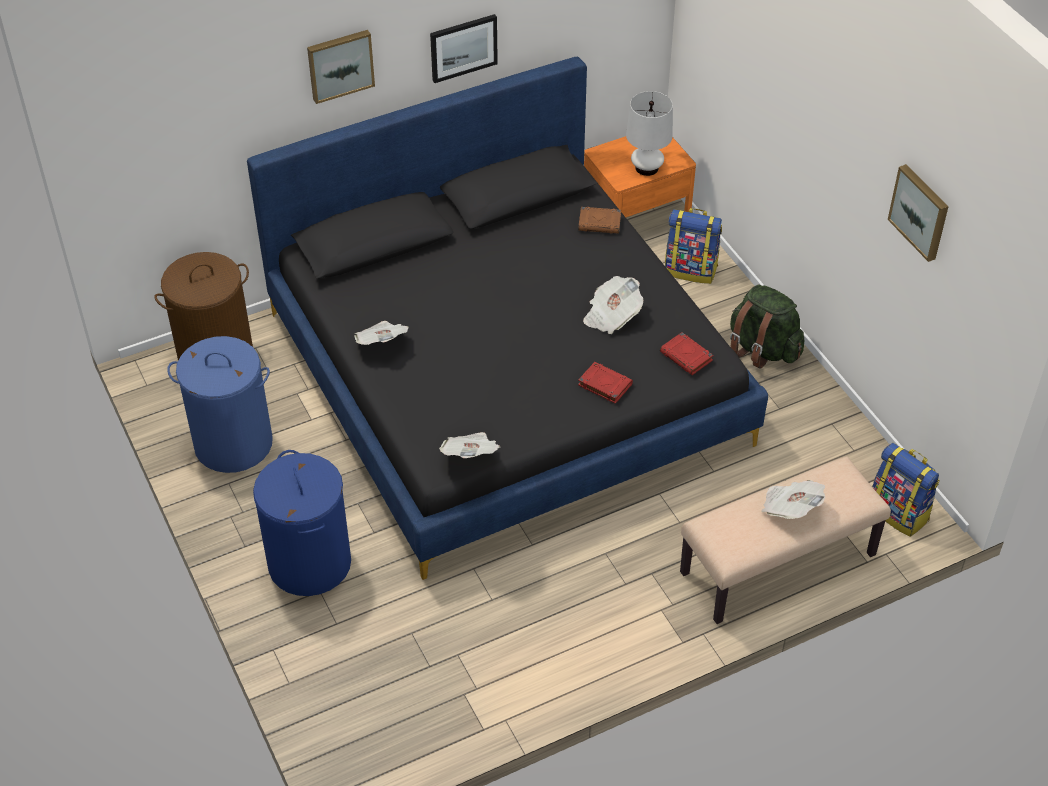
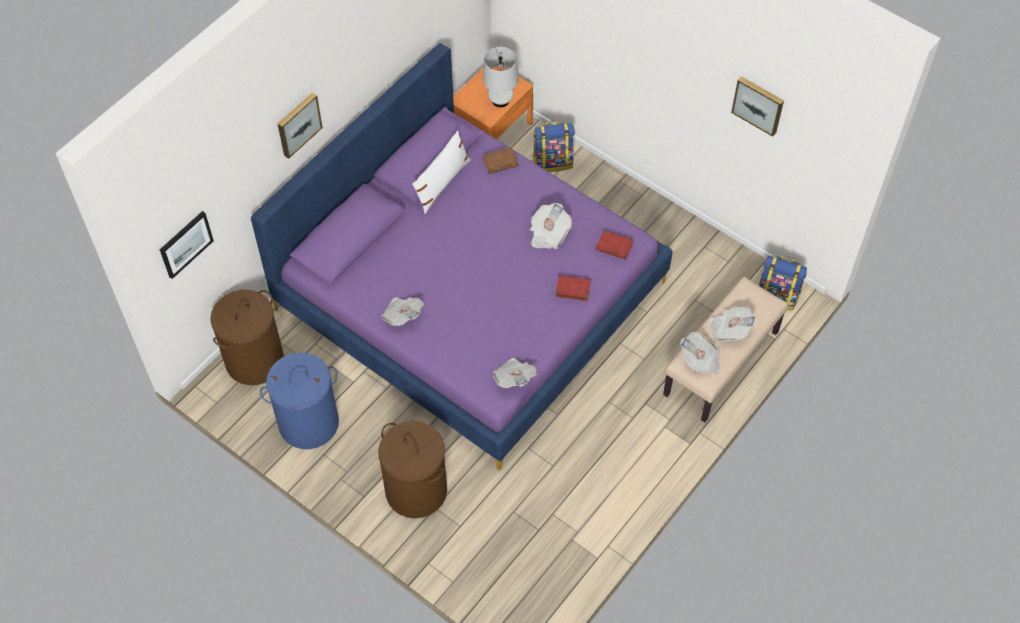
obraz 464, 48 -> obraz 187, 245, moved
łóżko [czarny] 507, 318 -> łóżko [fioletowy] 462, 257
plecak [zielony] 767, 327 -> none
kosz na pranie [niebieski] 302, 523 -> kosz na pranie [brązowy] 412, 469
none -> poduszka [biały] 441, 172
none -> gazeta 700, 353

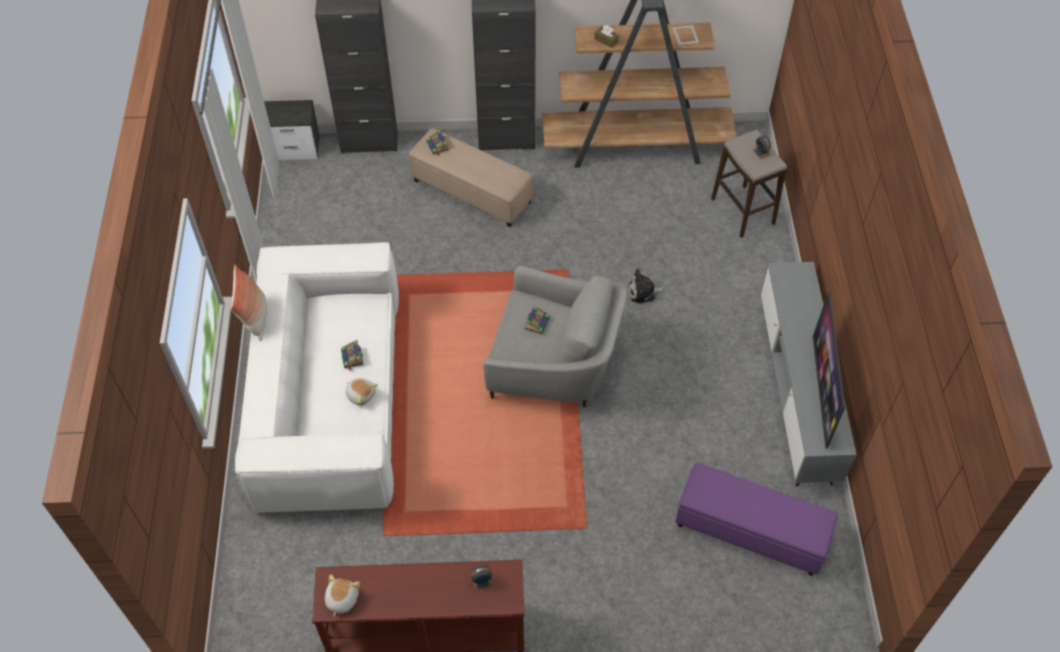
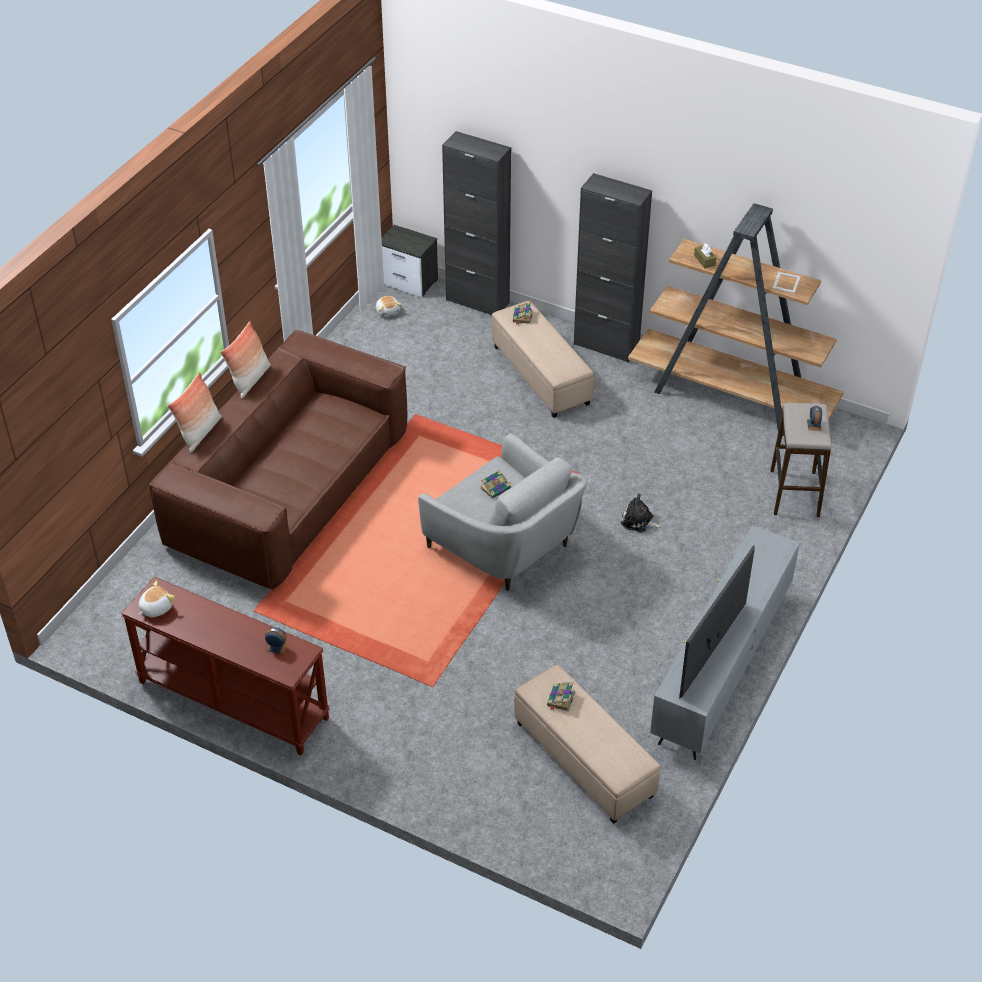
kanapa [biały] 317, 377 -> kanapa [brązowy] 278, 460
książka 352, 355 -> książka 561, 696, moved
pluszak 362, 392 -> pluszak 389, 306, moved
pufa [fioletowy] 757, 519 -> pufa [beżowy] 587, 744
none -> poduszka 195, 412

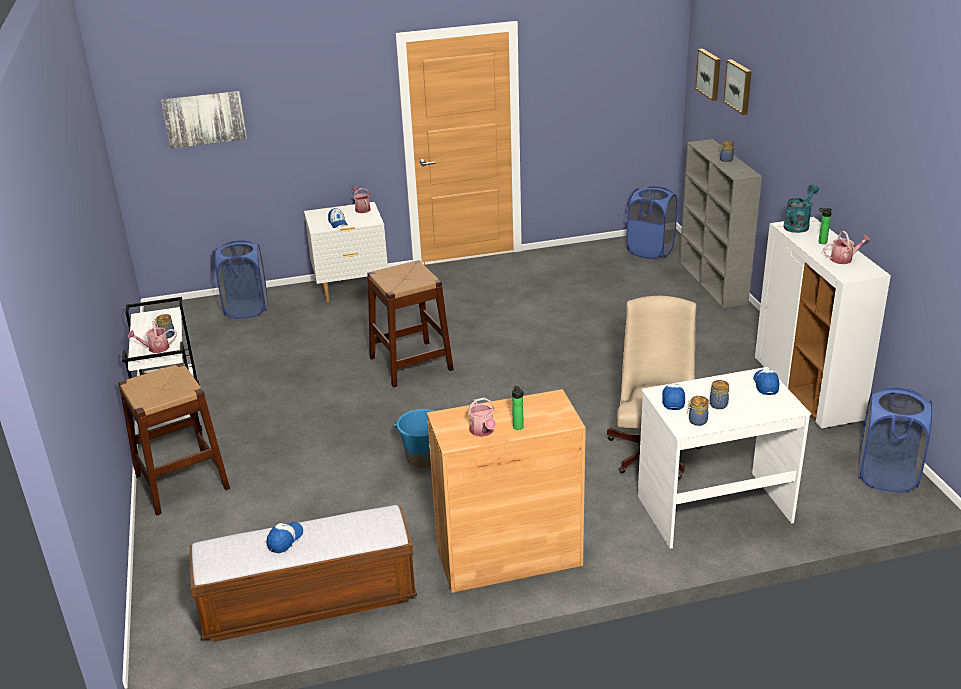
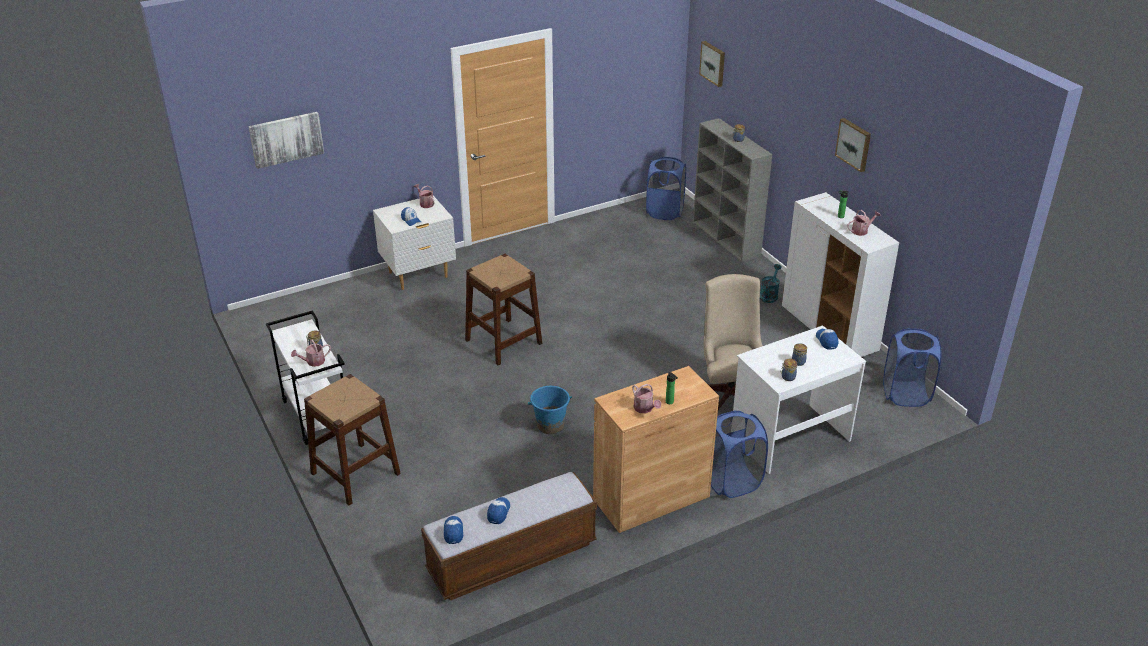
obraz 737, 87 -> obraz 853, 145, moved
konewka [turkusowy] 801, 208 -> konewka [turkusowy] 771, 283, moved
kosz na pranie [niebieski] 241, 279 -> kosz na pranie [niebieski] 739, 454, moved
czapka z daszkiem 673, 396 -> czapka z daszkiem 454, 530, moved

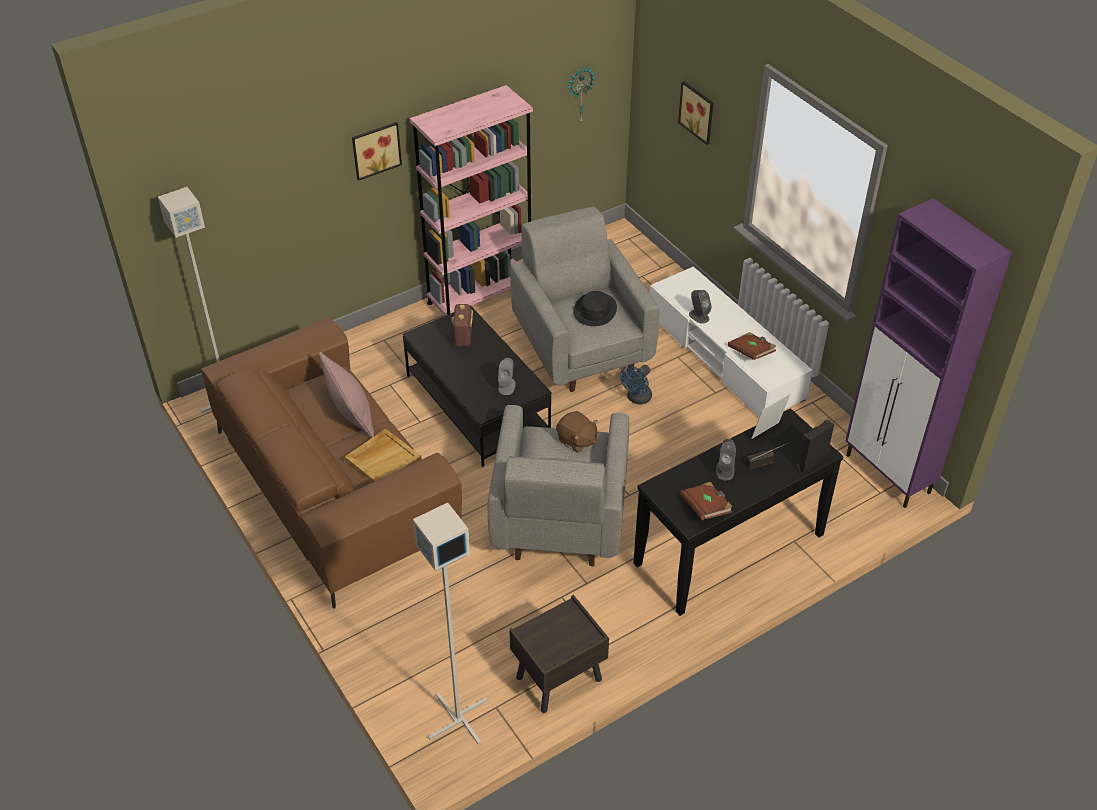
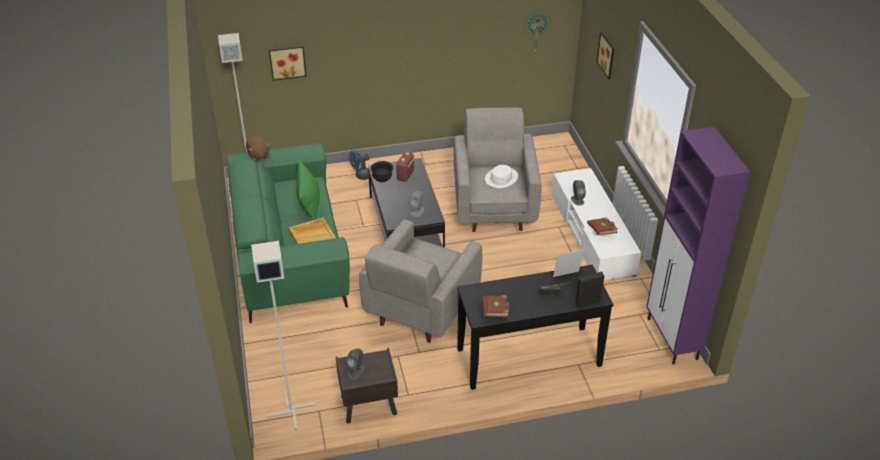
regał [różowy] 471, 200 -> none
obraz 377, 151 -> obraz 288, 63, moved
kapelusz [czarny] 595, 308 -> kapelusz [biały] 501, 176
kanapa [brązowy] 331, 463 -> kanapa [zielony] 289, 233
poduszka [różowy] 346, 395 -> poduszka [zielony] 308, 190
wentylator [niebieski] 636, 385 -> wentylator [niebieski] 359, 165, moved
pluszak [brązowy] 577, 432 -> pluszak [brązowy] 258, 149, moved
głośnik [szary] 726, 459 -> głośnik [szary] 355, 364, moved
none -> miska [czarny] 381, 171

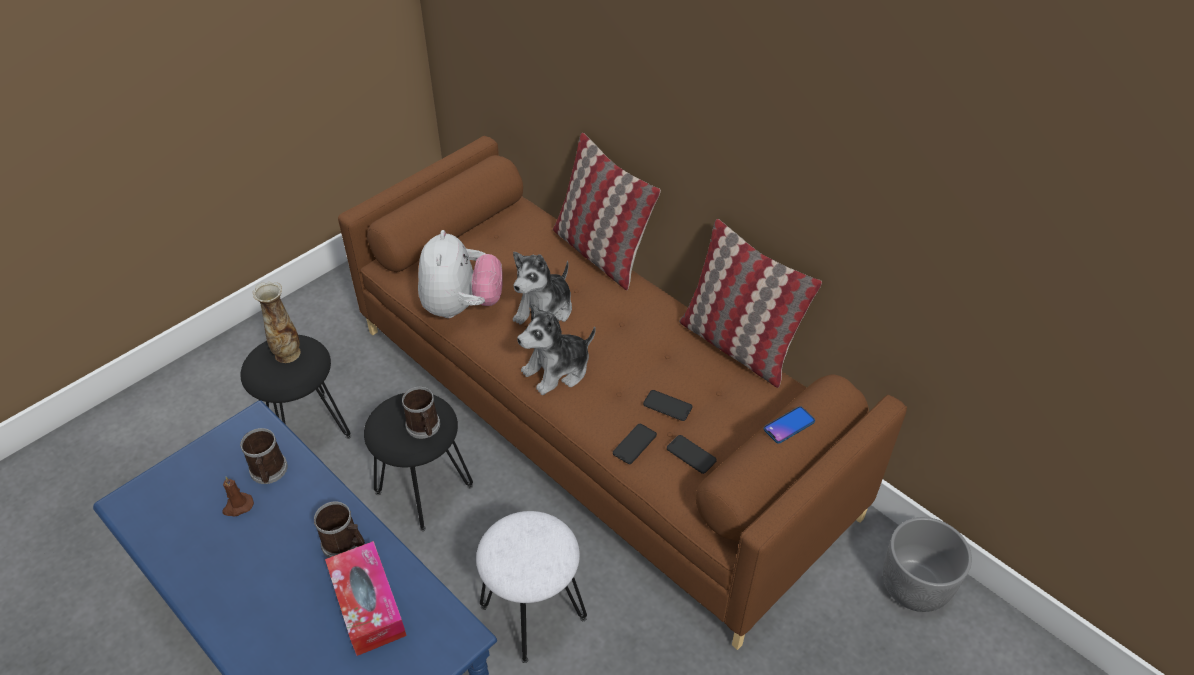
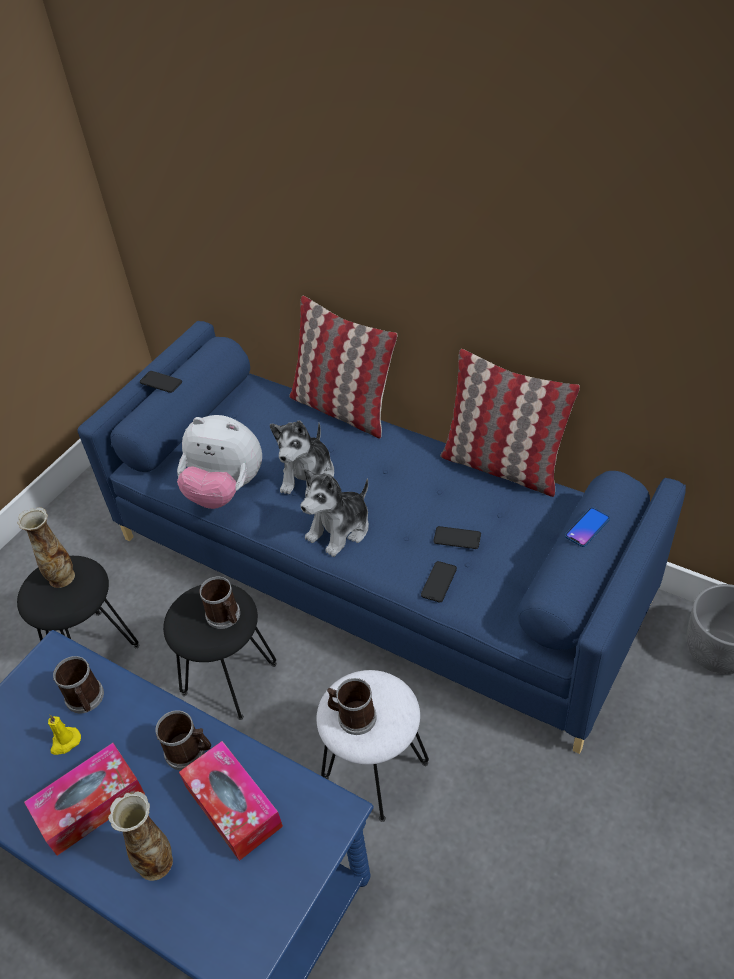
kanapa [brązowy] 622, 393 -> kanapa [niebieski] 382, 537
pluszak 460, 274 -> pluszak 219, 462, 120 degrees clockwise
telefon 692, 454 -> telefon 161, 382, moved
świeca [brązowy] 238, 496 -> świeca [żółty] 64, 735
none -> kubek 352, 706
none -> pudełko chusteczek 84, 799
none -> wazon 140, 836

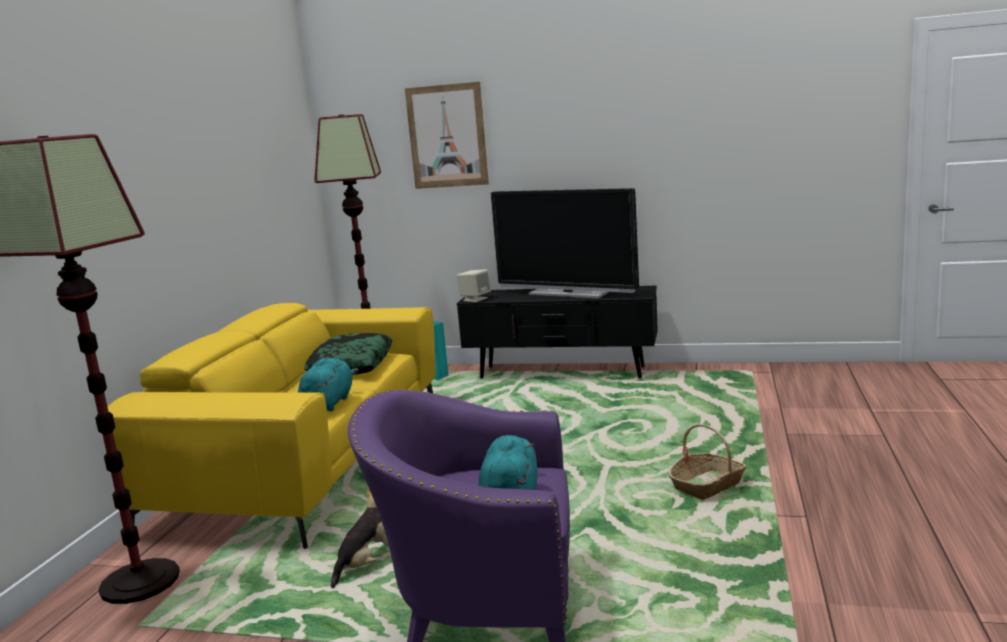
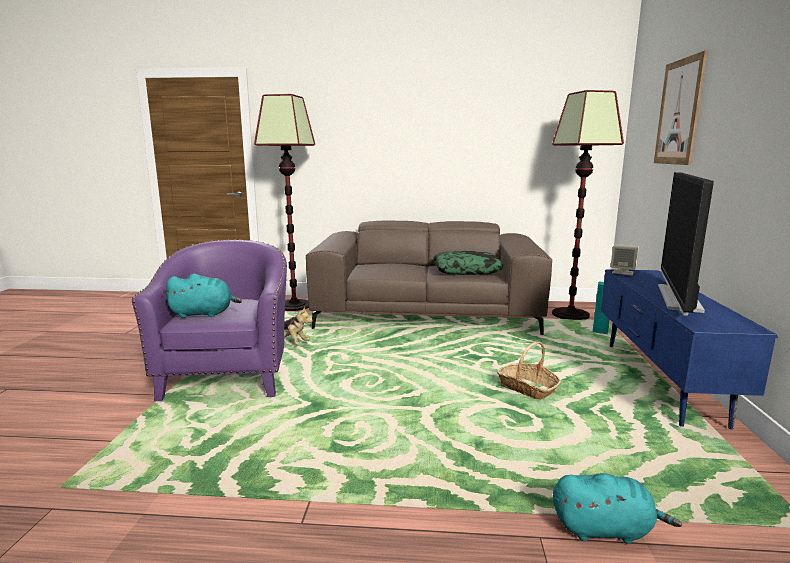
szafka pod telewizor [czarny] 557, 332 -> szafka pod telewizor [niebieski] 689, 349
kanapa [żółty] 271, 426 -> kanapa [brązowy] 429, 278
pluszak [turkusowy] 328, 384 -> pluszak [turkusowy] 617, 508, moved
koszyk 707, 461 -> koszyk 529, 370, moved

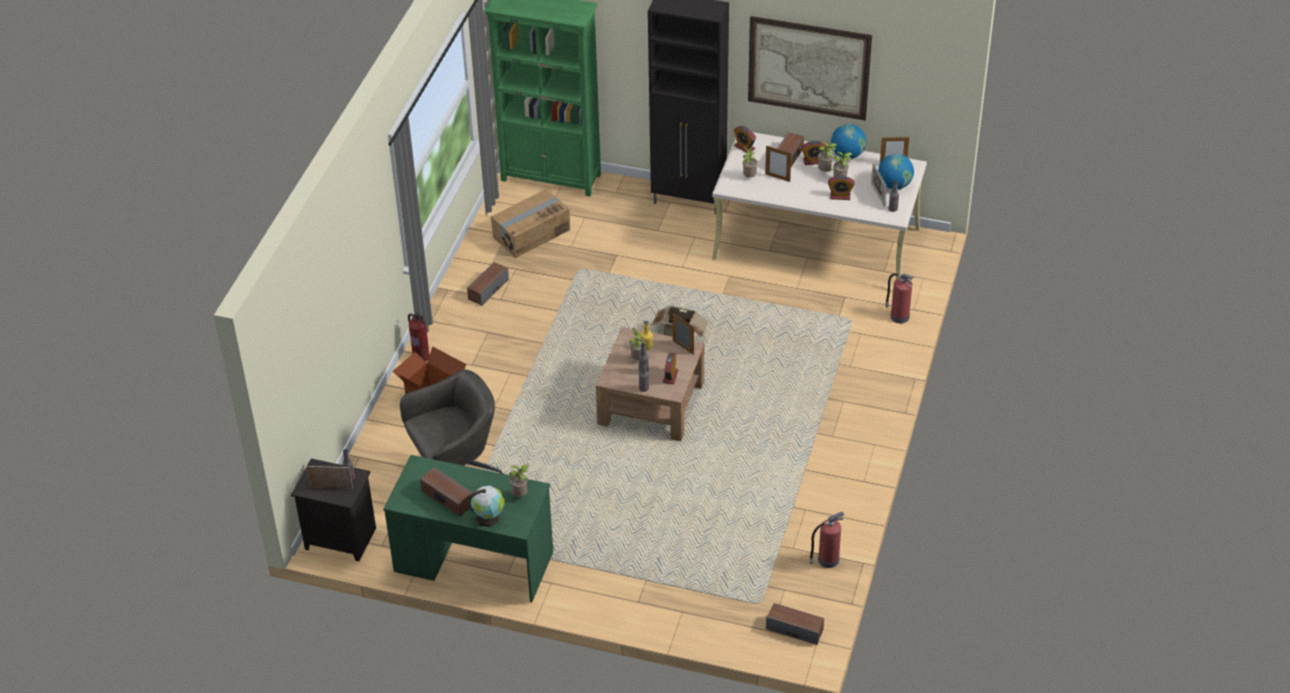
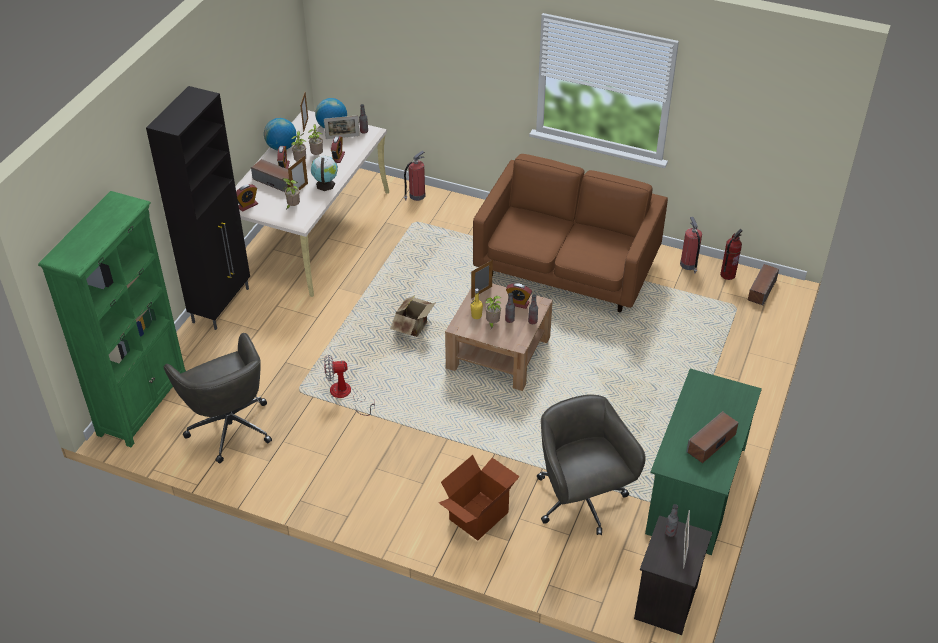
obraz 810, 68 -> none
karton 530, 223 -> krzesło biurowe [szary] 217, 398
głośnik 488, 284 -> none
gaśnica 418, 337 -> gaśnica 731, 254, moved
roślina doniczkowa 519, 480 -> none
globus 486, 506 -> globus 324, 173, moved
none -> kanapa [brązowy] 570, 233
none -> wentylator 349, 385

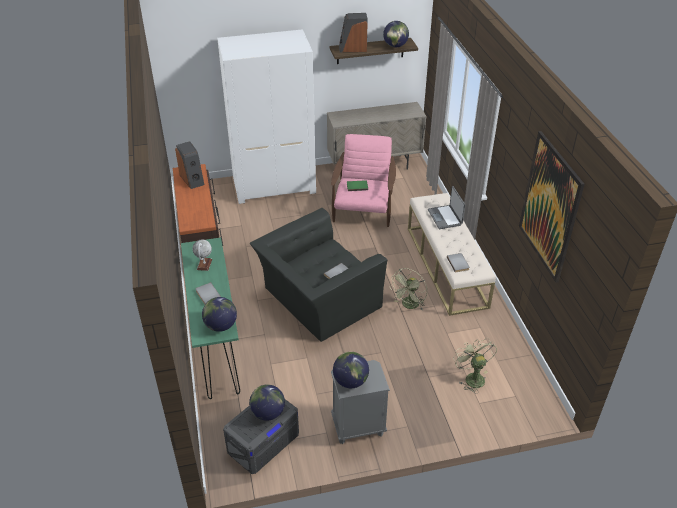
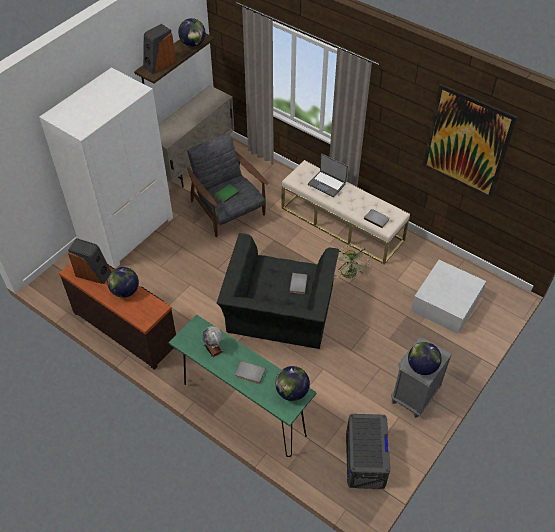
fotel [różowy] 363, 180 -> fotel [szary] 228, 185
wentylator [zielony] 475, 366 -> pojemnik do przechowywania [biały] 448, 297
globus 267, 402 -> globus 123, 282, moved

